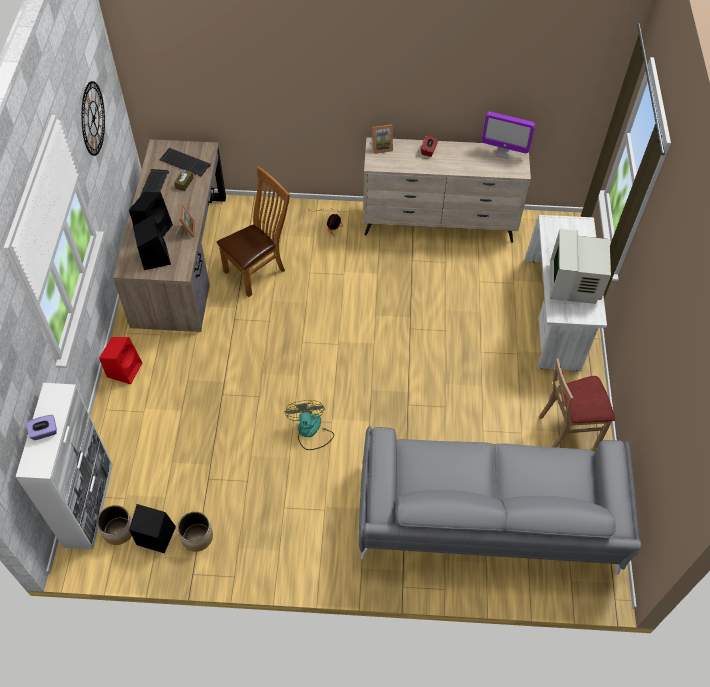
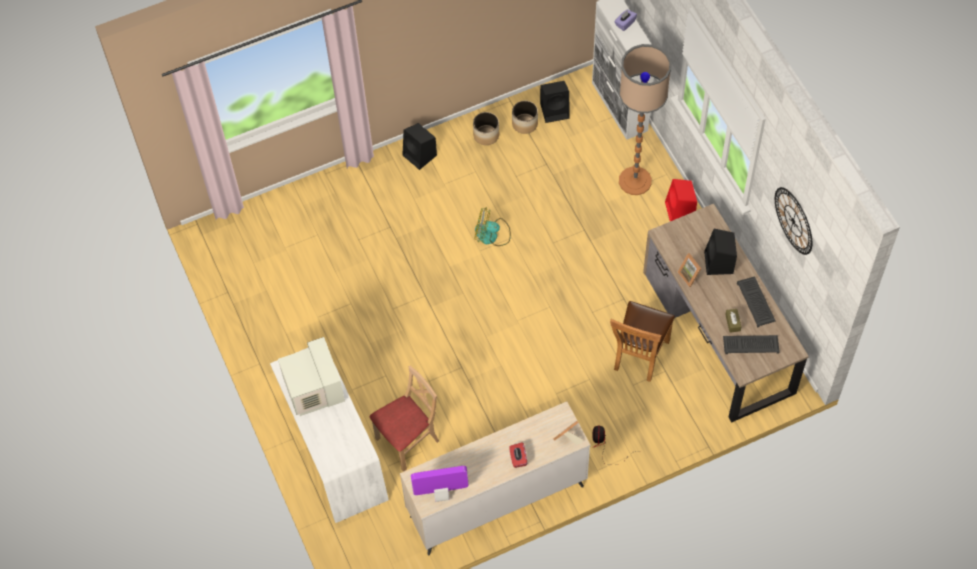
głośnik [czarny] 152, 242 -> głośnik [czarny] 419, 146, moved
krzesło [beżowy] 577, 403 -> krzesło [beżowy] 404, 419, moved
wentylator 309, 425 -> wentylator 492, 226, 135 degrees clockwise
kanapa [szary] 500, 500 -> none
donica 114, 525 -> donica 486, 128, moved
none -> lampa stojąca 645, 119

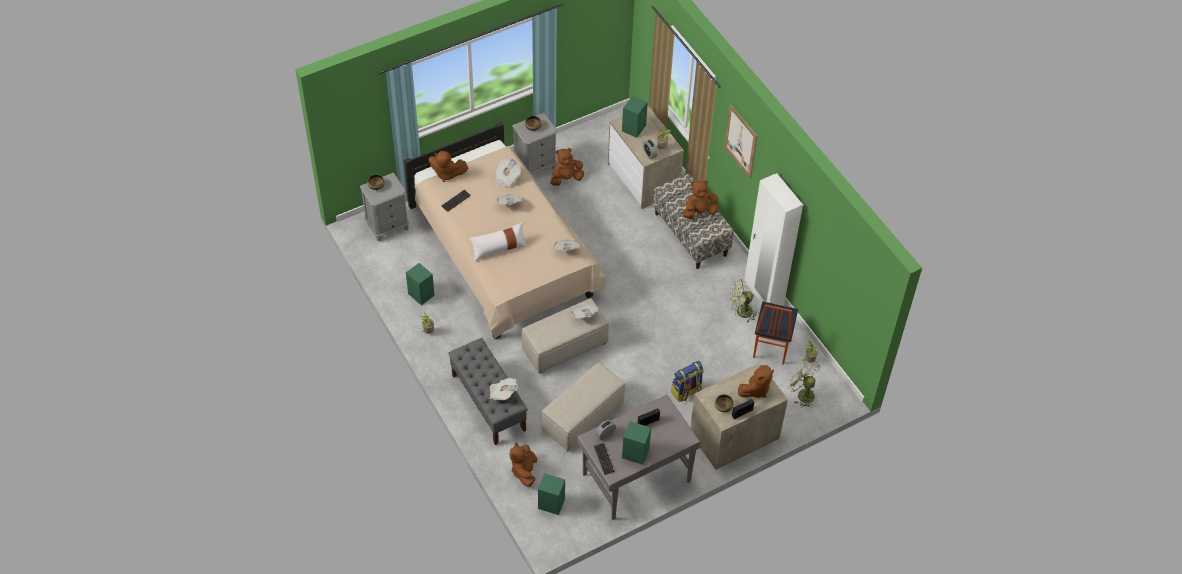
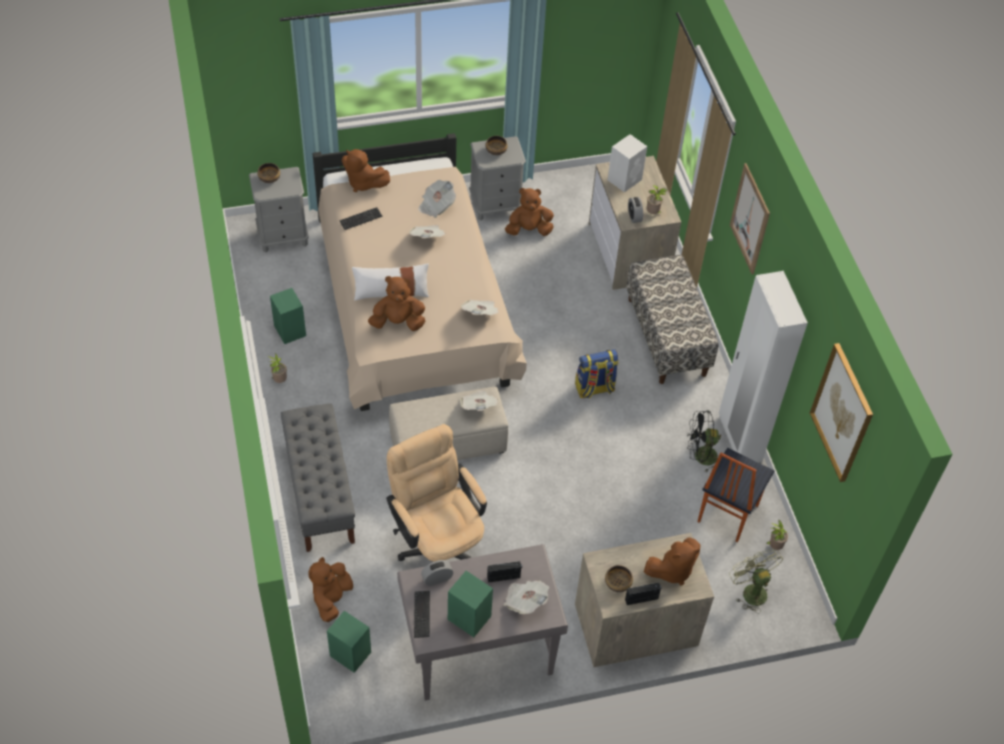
głośnik [zielony] 635, 117 -> głośnik [biały] 627, 163
pluszak [brązowy] 701, 199 -> pluszak [brązowy] 396, 303, moved
wentylator [zielony] 744, 300 -> wentylator [czarny] 704, 441
plecak 687, 381 -> plecak 597, 374, moved
pufa [beżowy] 583, 406 -> krzesło biurowe [beżowy] 436, 493
gazeta 504, 389 -> gazeta 526, 597, moved
none -> obraz 841, 412

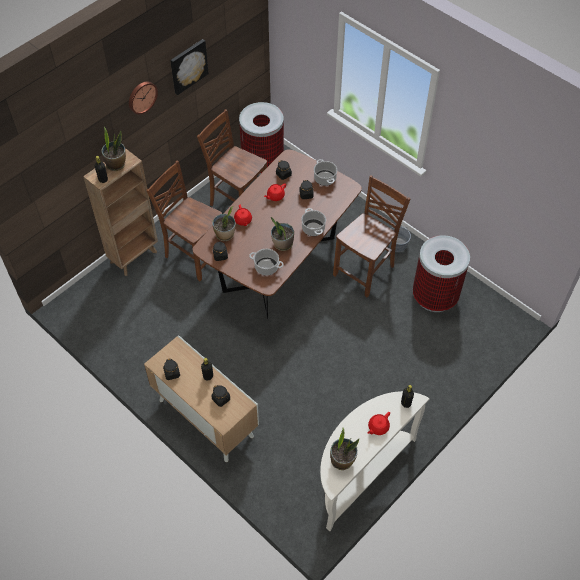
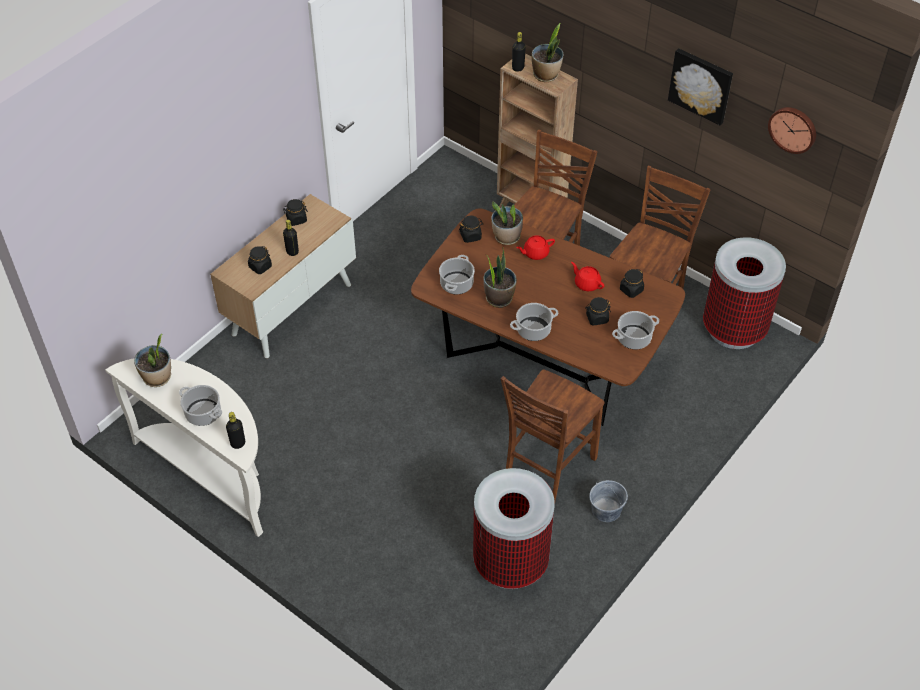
zegar ścienny 143, 97 -> zegar ścienny 792, 130, moved
krzesło [brązowy] 371, 236 -> krzesło [brązowy] 553, 437, 90 degrees clockwise
imbryk [czerwony] 379, 423 -> garnek 200, 405

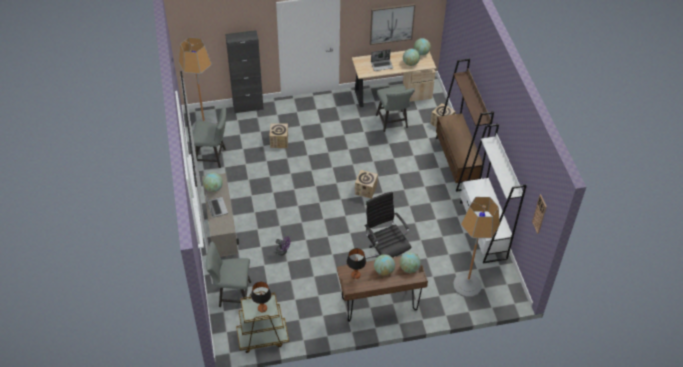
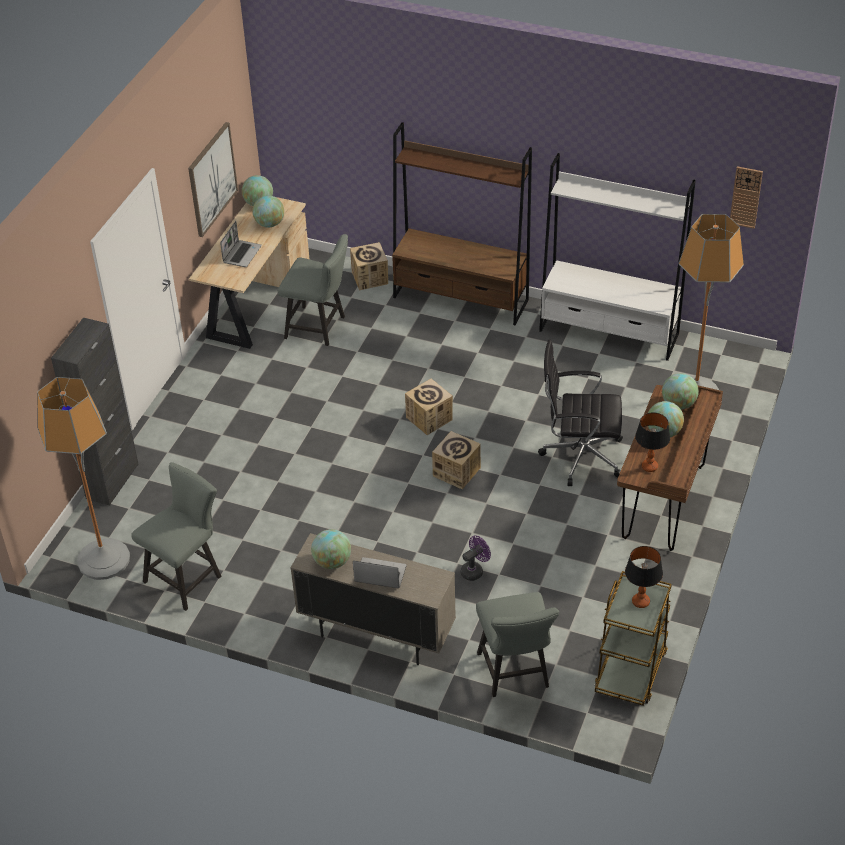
karton 278, 135 -> karton 456, 460, moved
krzesło [szary] 228, 274 -> krzesło [szary] 517, 644, 45 degrees counterclockwise

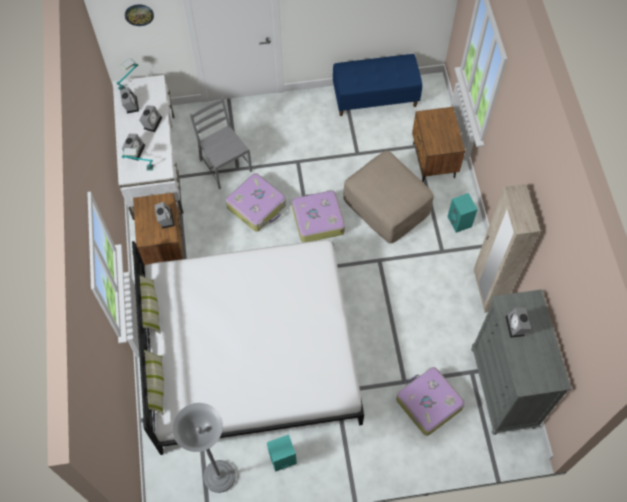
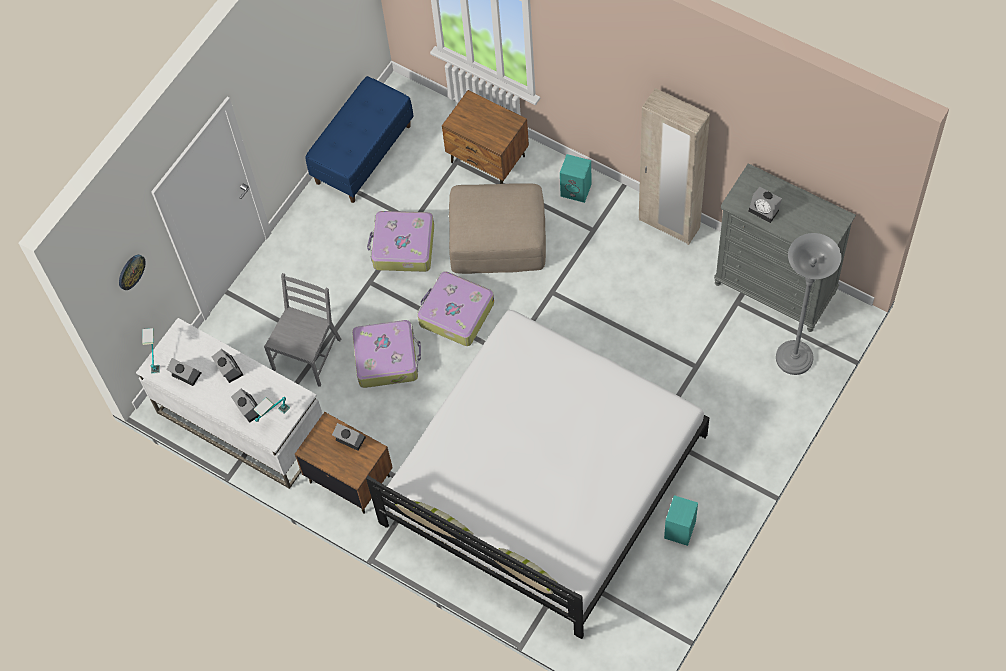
krzesło [szary] 220, 143 -> krzesło [szary] 302, 330, 105 degrees clockwise
walizka 430, 401 -> walizka 400, 241, moved
lampa stojąca [szary] 204, 448 -> lampa stojąca [szary] 808, 304, moved

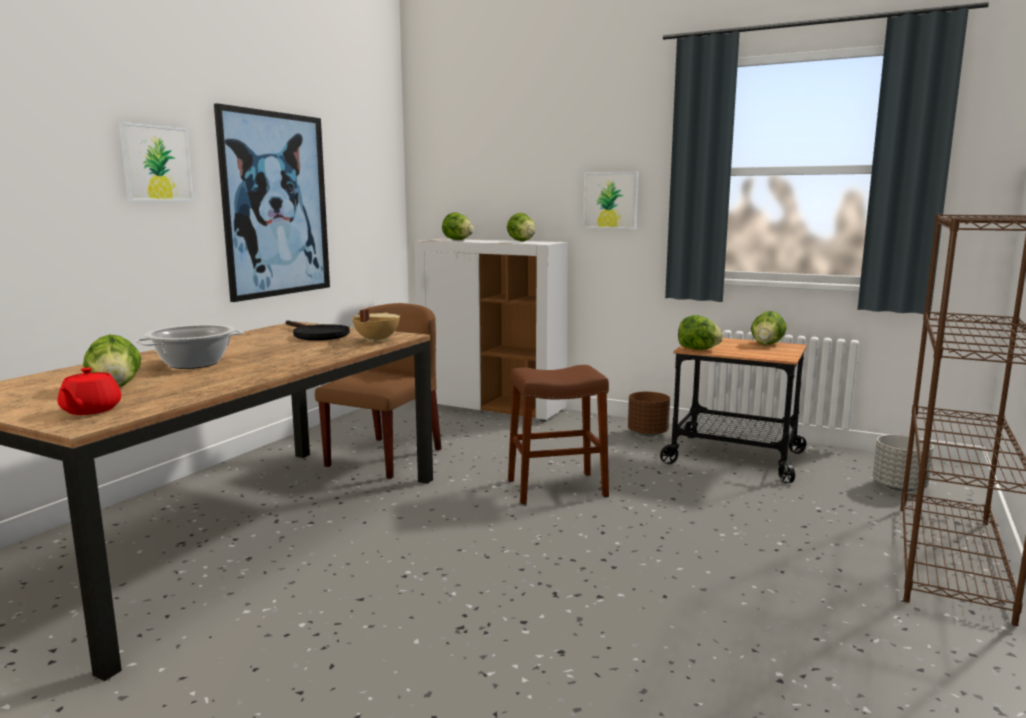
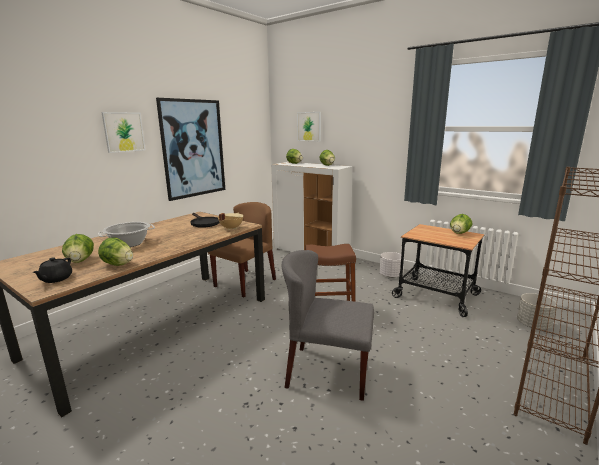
obraz 610, 200 -> obraz 309, 126, moved
sałata 700, 332 -> sałata 115, 252, moved
imbryk [czerwony] 89, 391 -> imbryk [czarny] 52, 270
donica [brązowy] 649, 414 -> donica [biały] 392, 265
none -> krzesło [szary] 328, 325

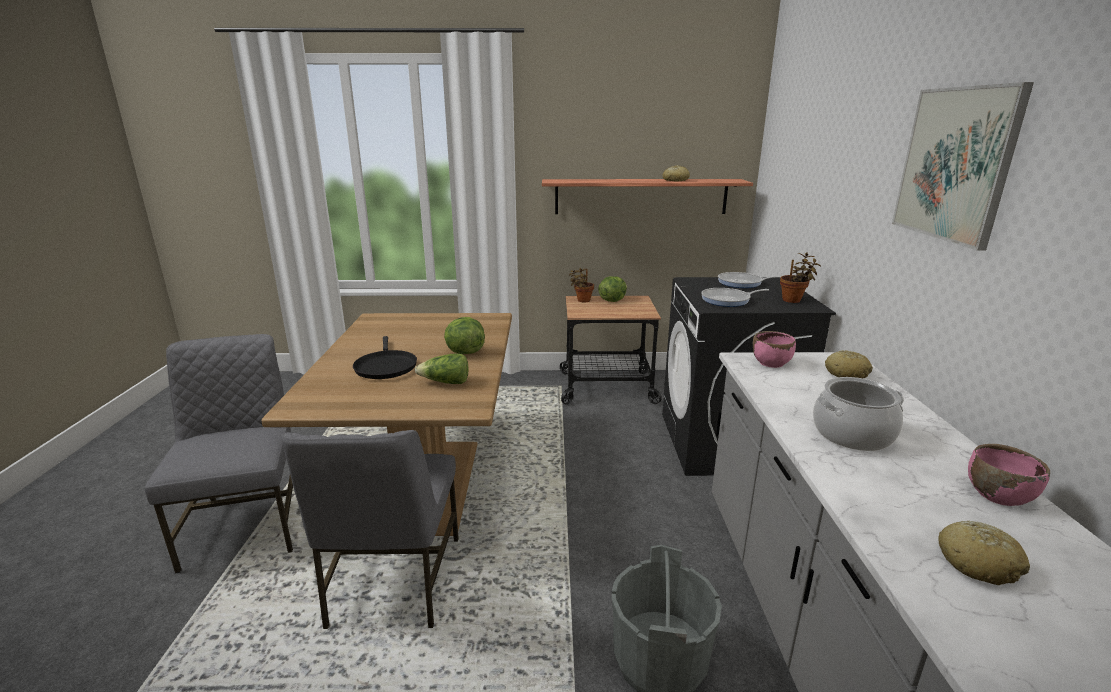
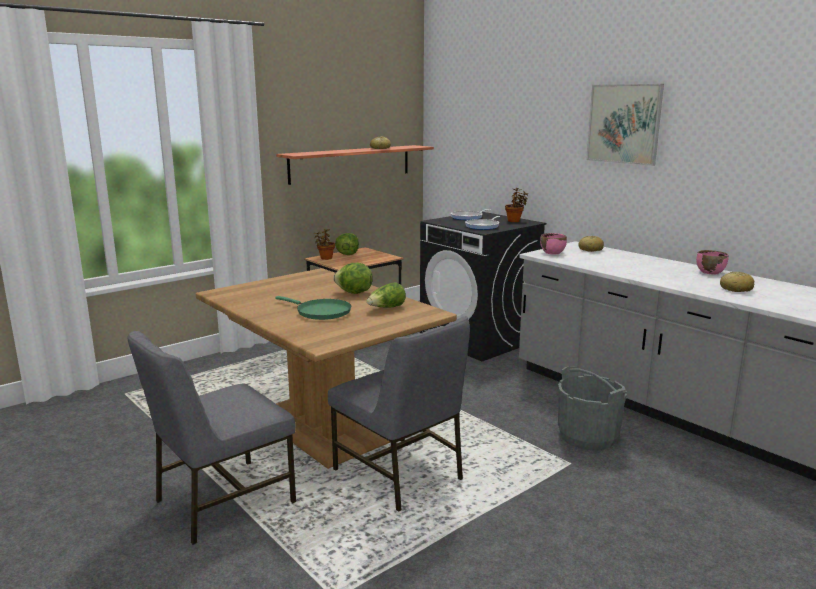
krzesło [szary] 219, 454 -> krzesło [szary] 212, 438, 75 degrees counterclockwise
patelnia [czarny] 385, 357 -> patelnia [zielony] 313, 308
garnek 858, 414 -> none

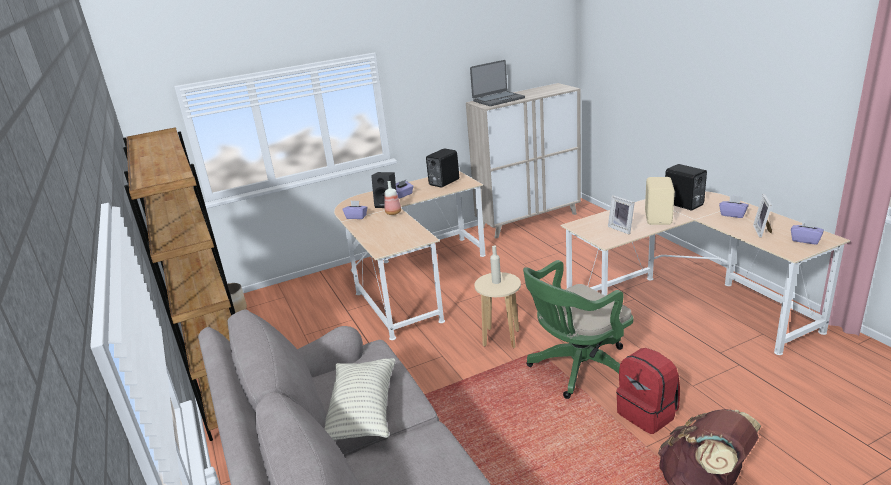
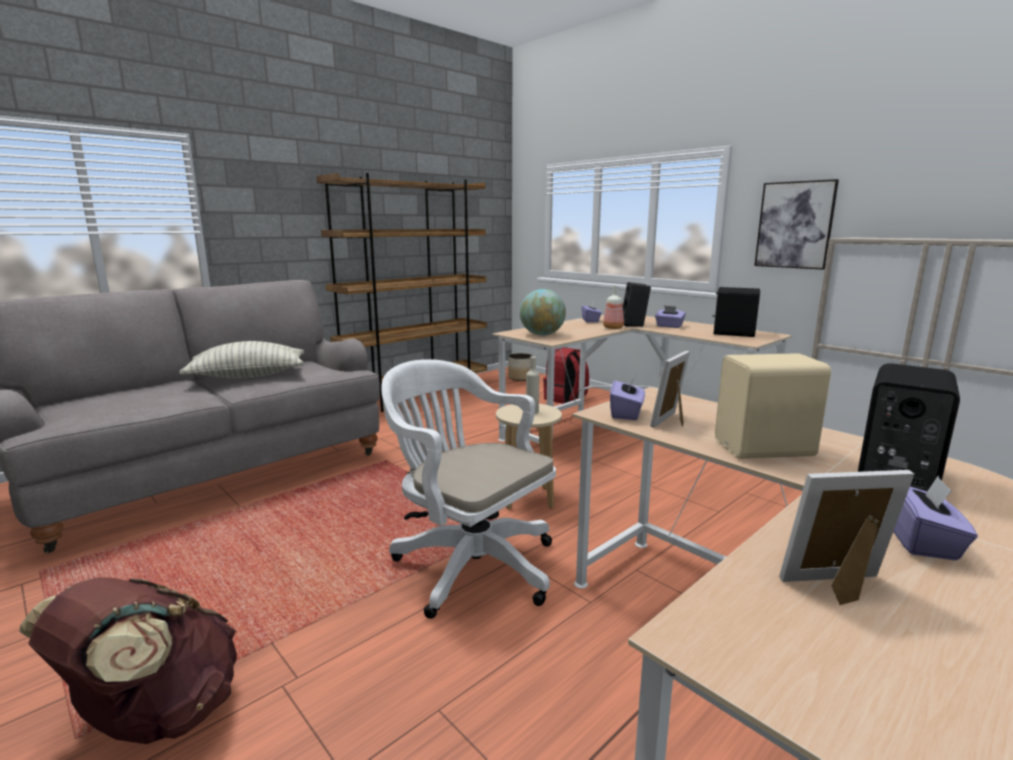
laptop 497, 83 -> none
pudełko chusteczek [fioletowy] 807, 232 -> pudełko chusteczek [fioletowy] 627, 398, moved
krzesło biurowe [zielony] 578, 329 -> krzesło biurowe [biały] 468, 489
plecak [czerwony] 648, 391 -> plecak [czerwony] 566, 375, moved
none -> obraz 796, 224
none -> globus 543, 312

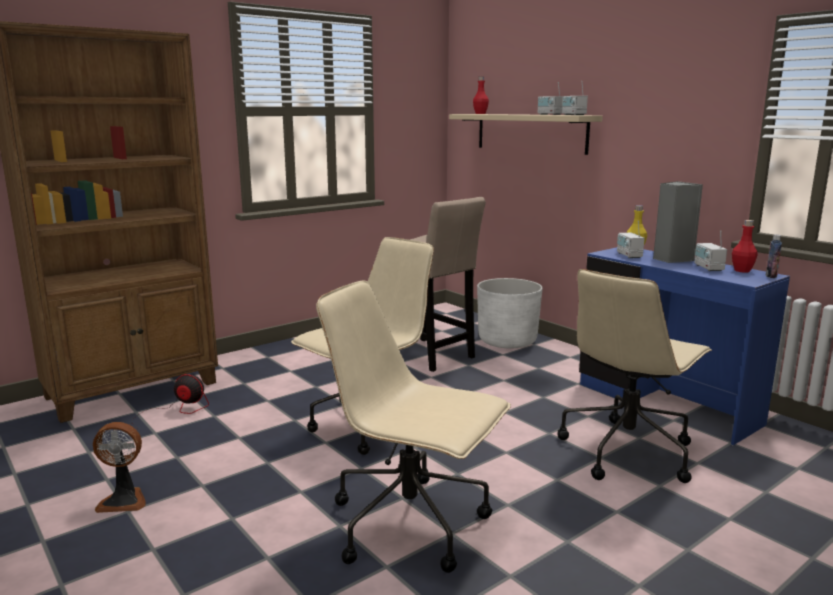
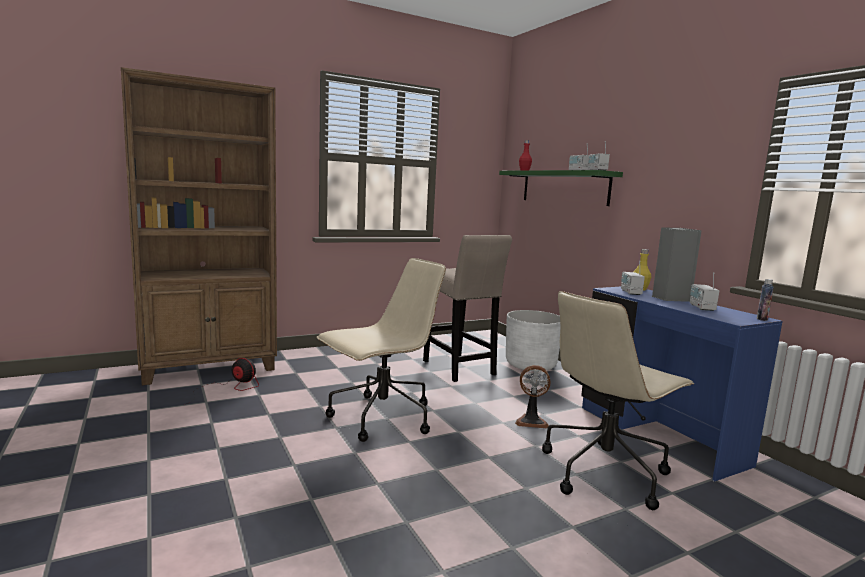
półka [beżowy] 526, 134 -> półka [zielony] 561, 188
butelka [czerwony] 745, 246 -> none
krzesło biurowe [beżowy] 413, 427 -> none
wentylator 119, 467 -> wentylator 532, 396, moved

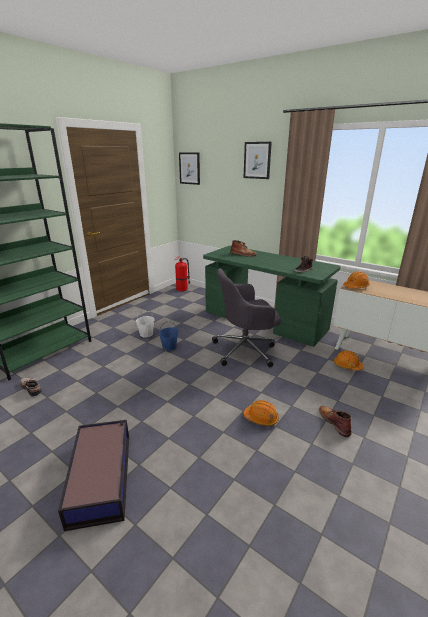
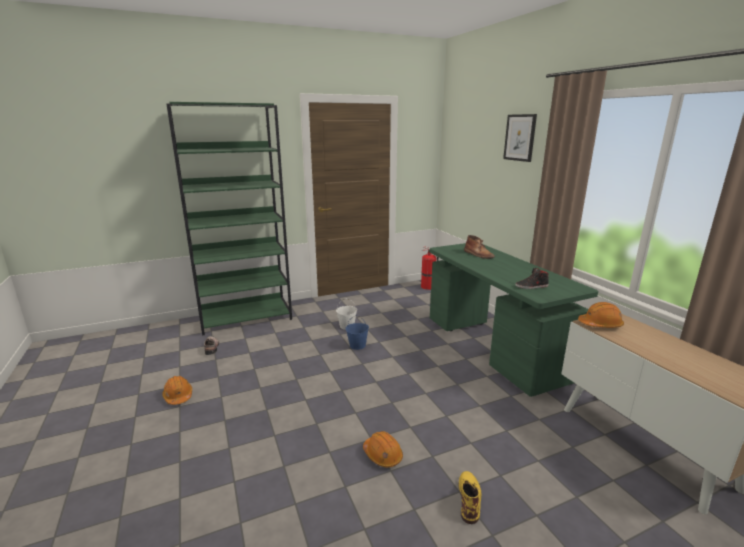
obraz 189, 169 -> none
krzesło biurowe [szary] 246, 317 -> none
kask [pomarańczowy] 349, 360 -> kask [pomarańczowy] 177, 390, moved
but z cholewką [brązowy] 335, 421 -> but z cholewką [żółty] 469, 497
pojemnik do przechowywania 93, 475 -> none

